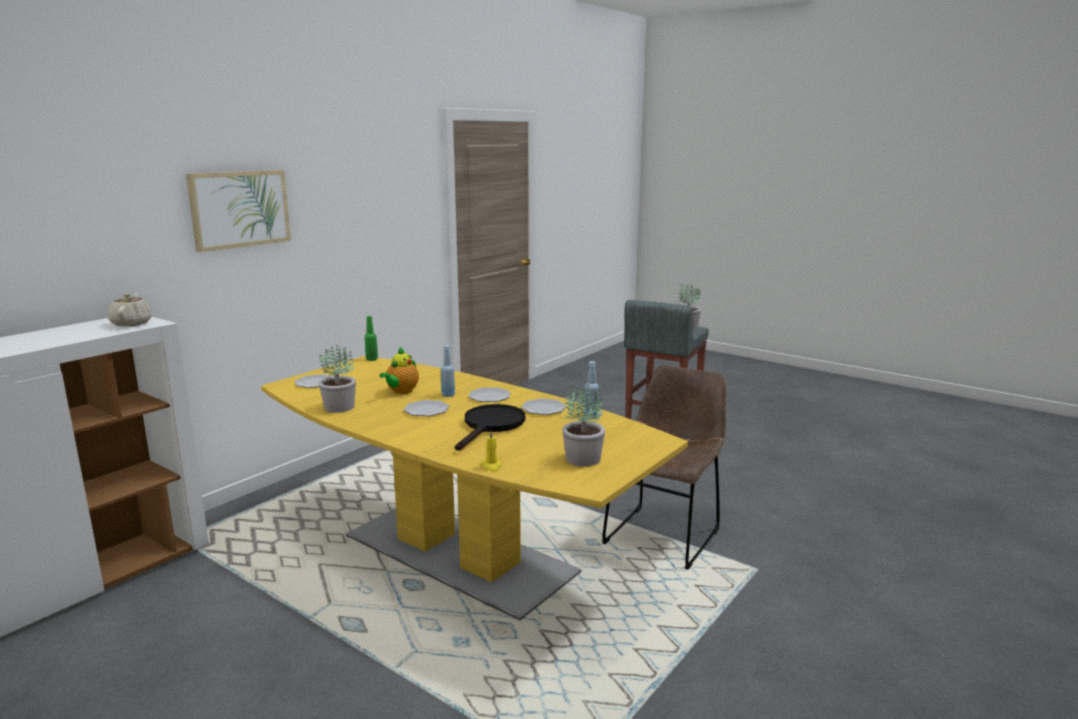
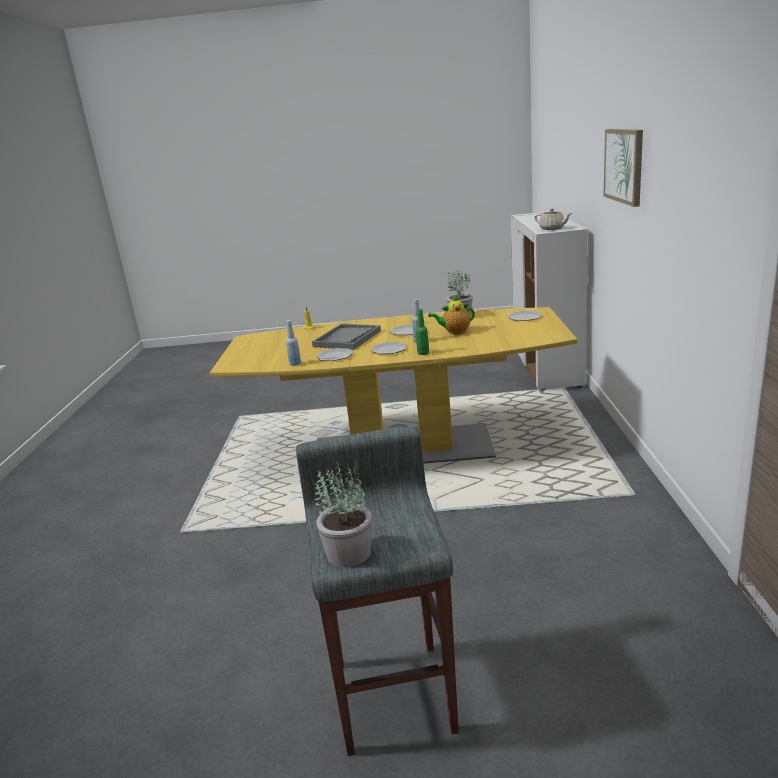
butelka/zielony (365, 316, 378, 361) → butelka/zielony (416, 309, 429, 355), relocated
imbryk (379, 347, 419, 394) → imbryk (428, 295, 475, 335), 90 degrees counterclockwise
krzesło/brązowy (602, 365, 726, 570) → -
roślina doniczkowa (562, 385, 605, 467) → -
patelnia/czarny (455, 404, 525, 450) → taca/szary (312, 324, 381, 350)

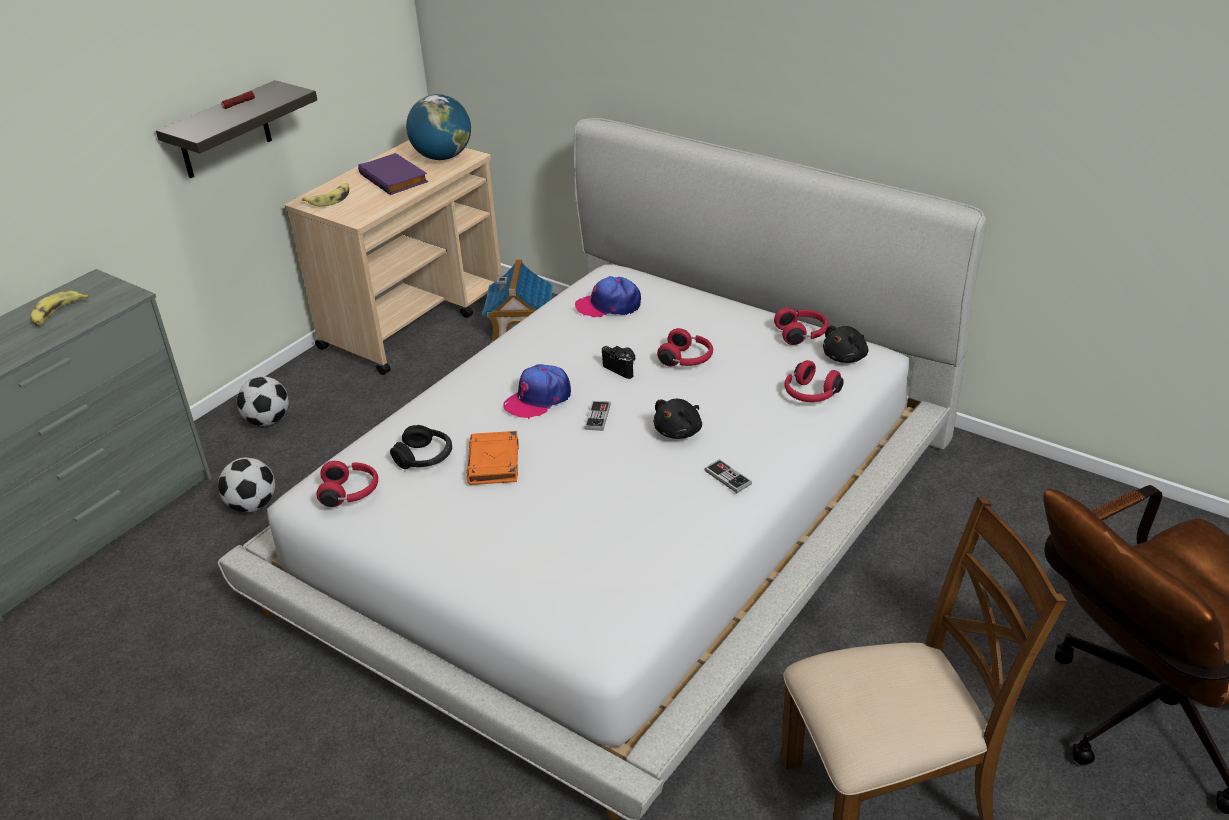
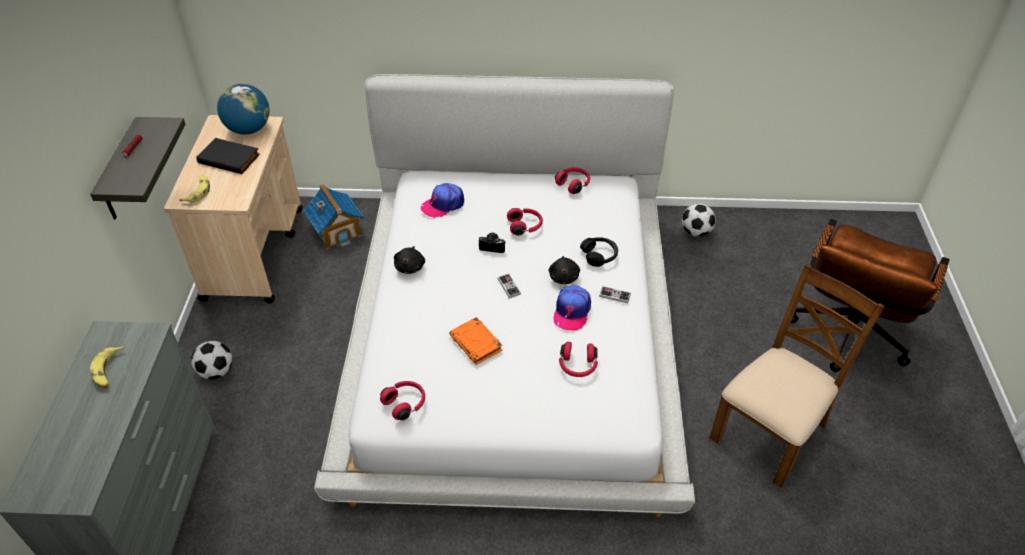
książka/fioletowy (358, 153, 428, 195) → książka/czarny (196, 138, 260, 174)
pluszak/czarny (823, 326, 868, 363) → pluszak/czarny (394, 246, 425, 274), relocated
słuchawki/czerwony (784, 360, 844, 402) → słuchawki/czerwony (559, 342, 598, 377), relocated
czapka z daszkiem (503, 364, 571, 419) → czapka z daszkiem (554, 286, 591, 330), relocated
słuchawki/czarny (390, 425, 452, 469) → słuchawki/czarny (580, 237, 618, 267), relocated
piłka futbolowa (218, 458, 275, 512) → piłka futbolowa (682, 203, 716, 237), relocated

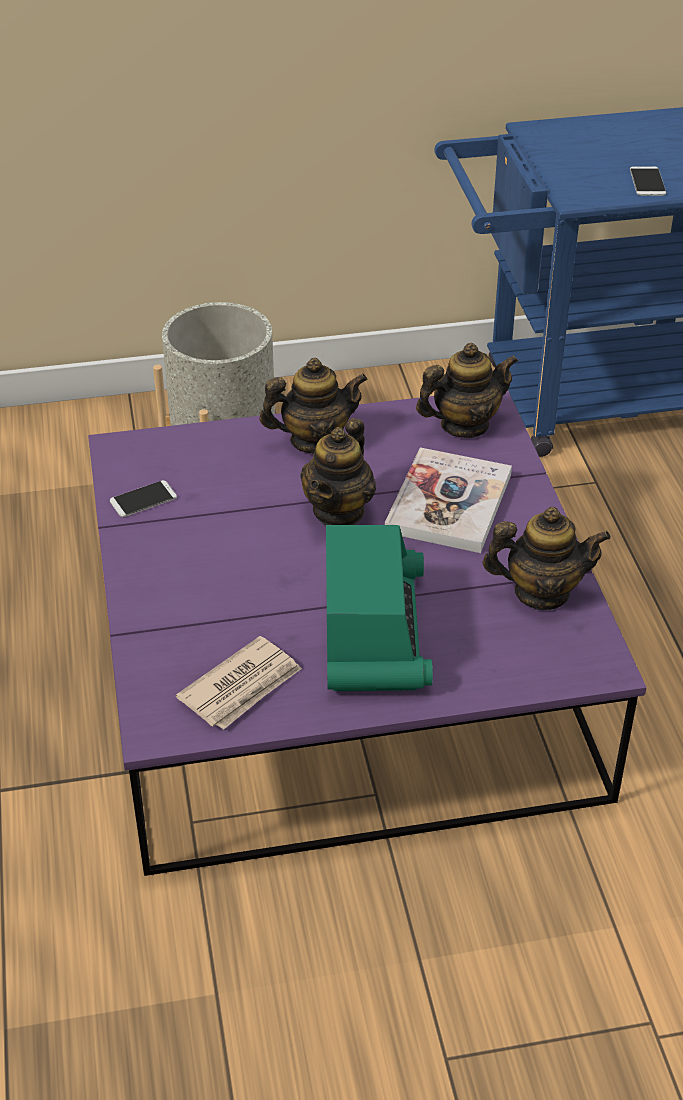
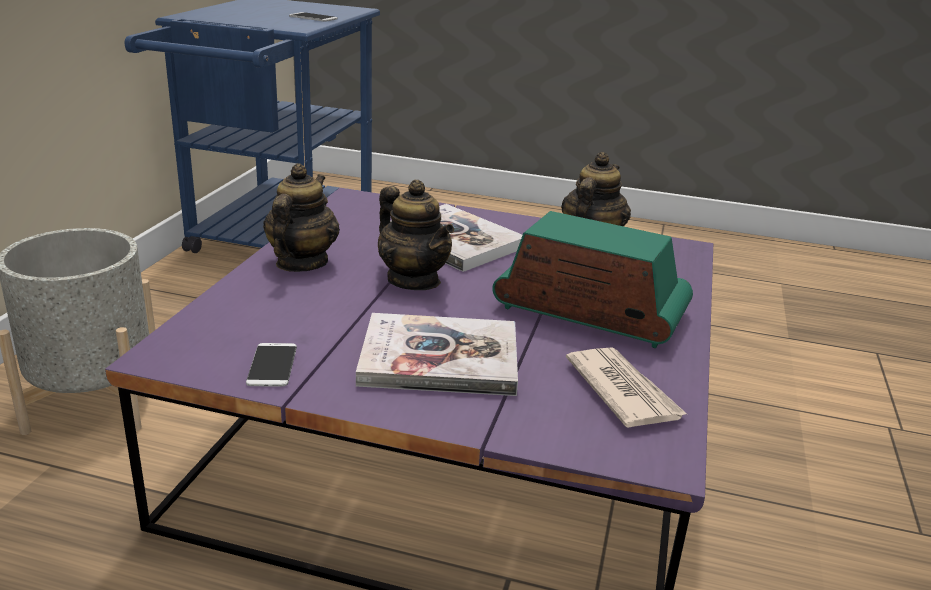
imbryk (416, 343, 518, 438) → -
- → książka (356, 313, 518, 396)

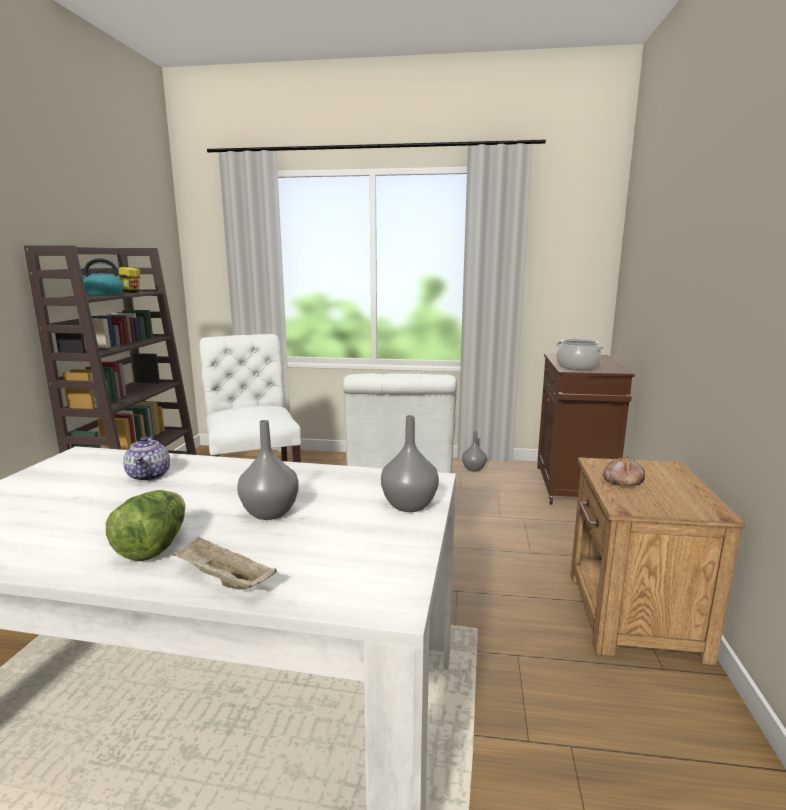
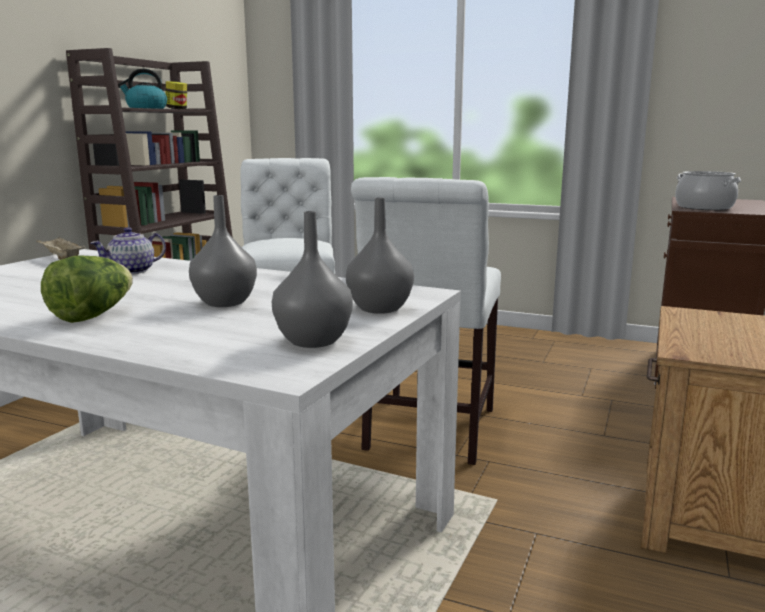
wazon/szary (462, 431, 487, 472) → wazon/szary (272, 211, 353, 348), relocated
imbryk (123, 436, 170, 482) → imbryk (90, 227, 166, 274), 45 degrees clockwise
chleb (603, 456, 645, 486) → -
taca/beżowy (173, 536, 277, 590) → taca/beżowy (37, 237, 85, 260), relocated

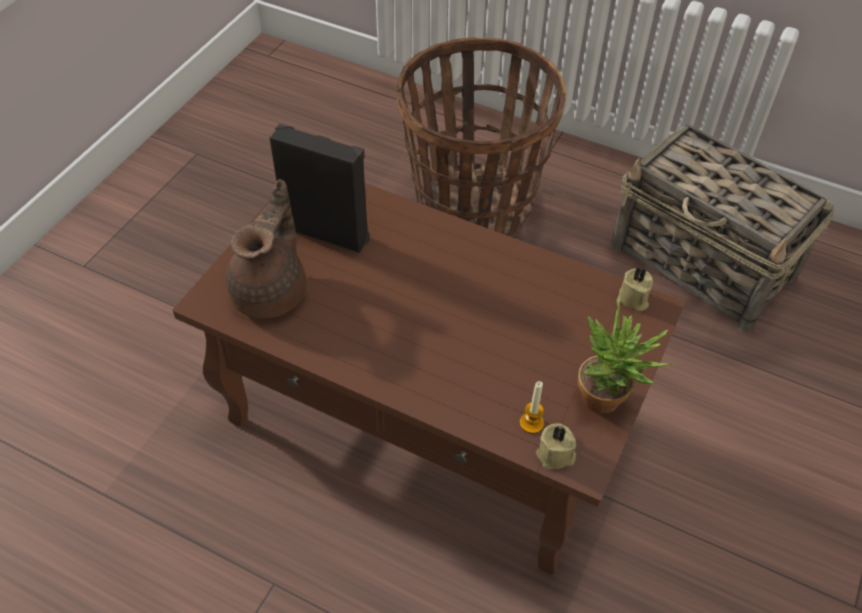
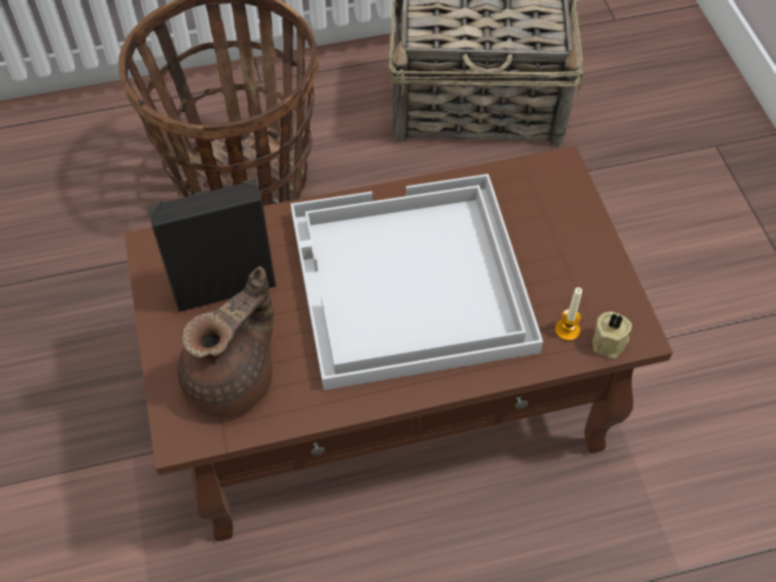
imbryk/brązowy (226, 179, 306, 318) → imbryk/brązowy (178, 266, 274, 417), 60 degrees clockwise
świeca/beżowy (617, 267, 653, 311) → -
roślina doniczkowa (578, 298, 675, 413) → -
- → taca/biały (291, 174, 543, 390)

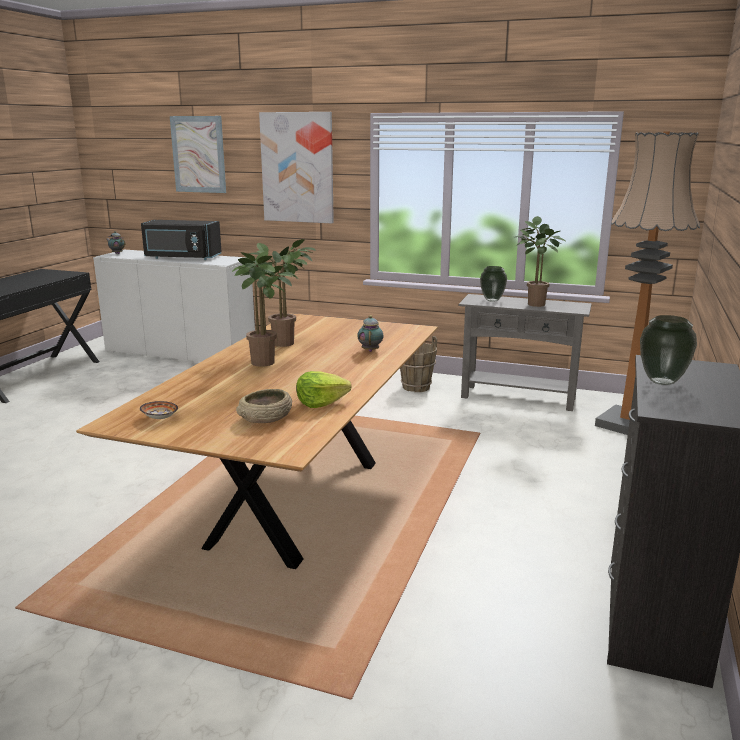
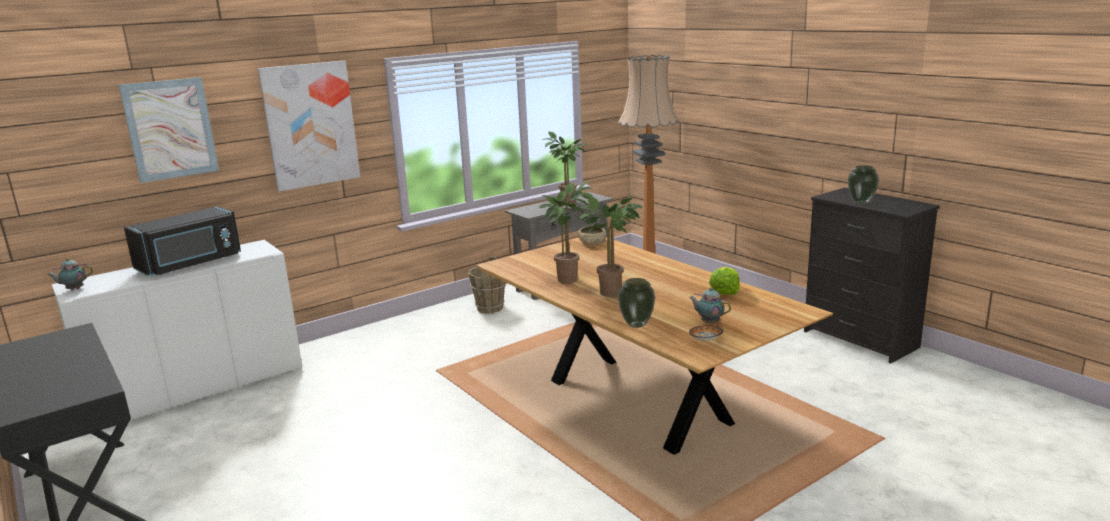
wazon (480, 266, 507, 302) → wazon (618, 278, 655, 328), relocated
imbryk (357, 315, 384, 352) → imbryk (689, 287, 731, 324), relocated
miska/beżowy (236, 389, 292, 423) → miska/beżowy (578, 225, 607, 246), relocated

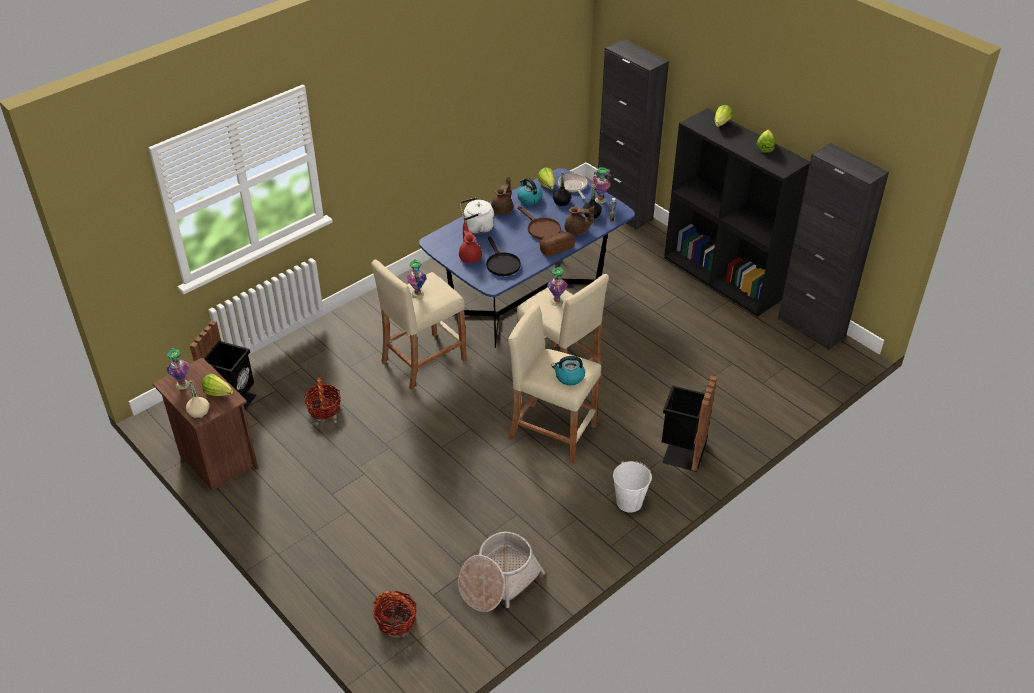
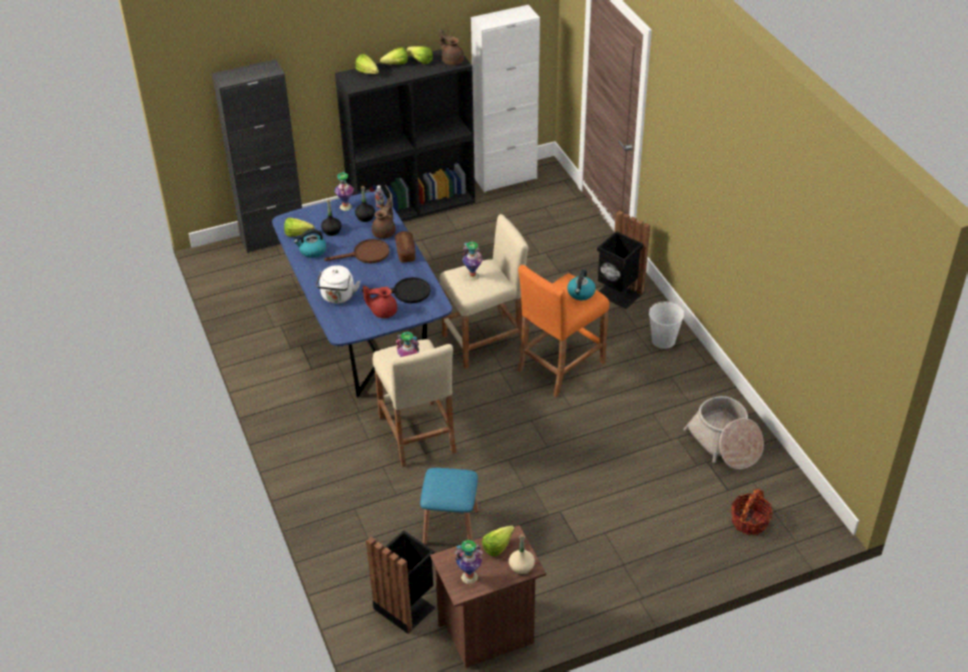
szafka/czarny (778, 143, 889, 350) → szafka/biały (471, 5, 540, 192)
patelnia (558, 173, 588, 199) → -
imbryk/brązowy (491, 177, 513, 215) → imbryk/brązowy (439, 29, 464, 65), relocated
stołek/beżowy (508, 304, 601, 464) → stołek/pomarańczowy (517, 265, 609, 397)
koszyk (304, 377, 341, 420) → stołek/niebieski (420, 468, 479, 545)
- → sałata (380, 47, 408, 65)

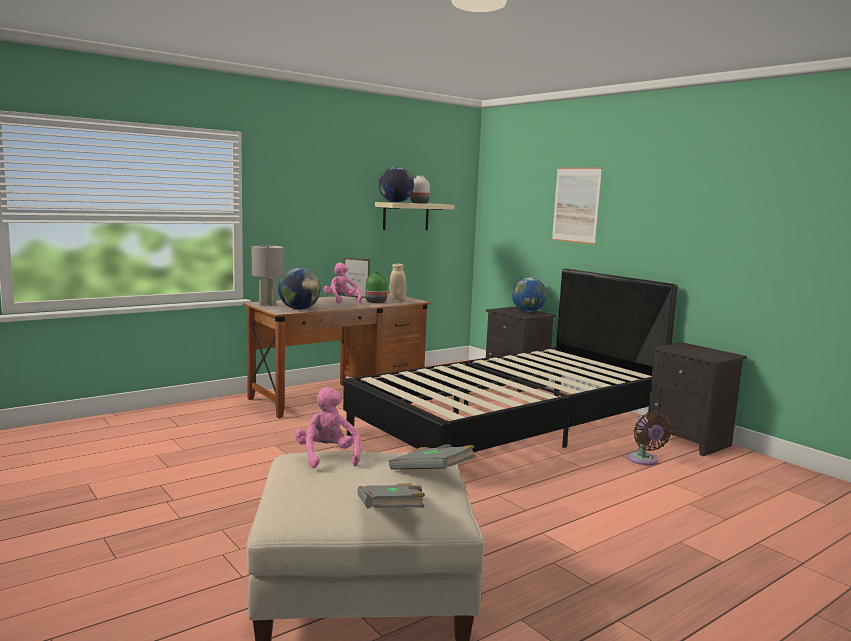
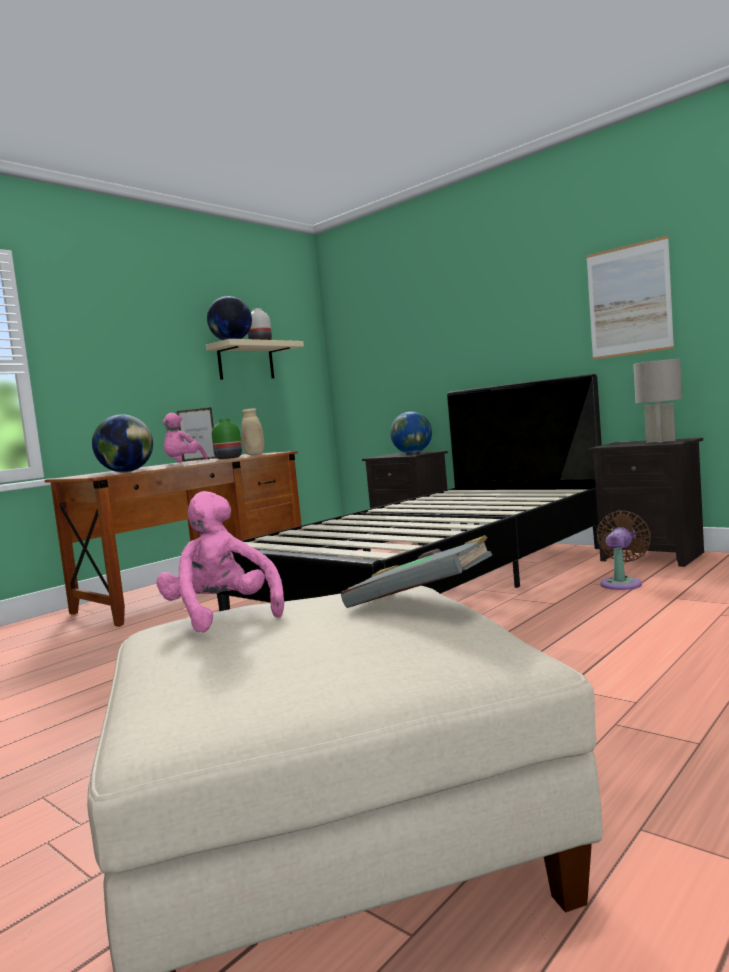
obraz (552, 167, 602, 245) → obraz (586, 236, 674, 360), relocated
lampa stołowa/szary (252, 245, 284, 306) → lampa stołowa/szary (633, 359, 682, 443), relocated
pluszak/różowy (323, 262, 362, 303) → pluszak/różowy (162, 413, 208, 463), 120 degrees counterclockwise
wentylator/brązowy (627, 411, 672, 465) → wentylator/brązowy (597, 510, 651, 590), 120 degrees counterclockwise
książka/szary (357, 483, 425, 508) → -

